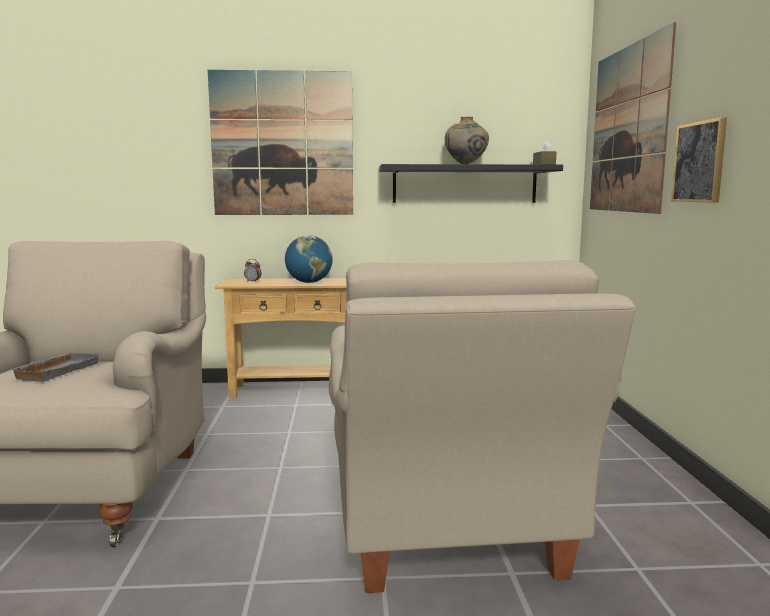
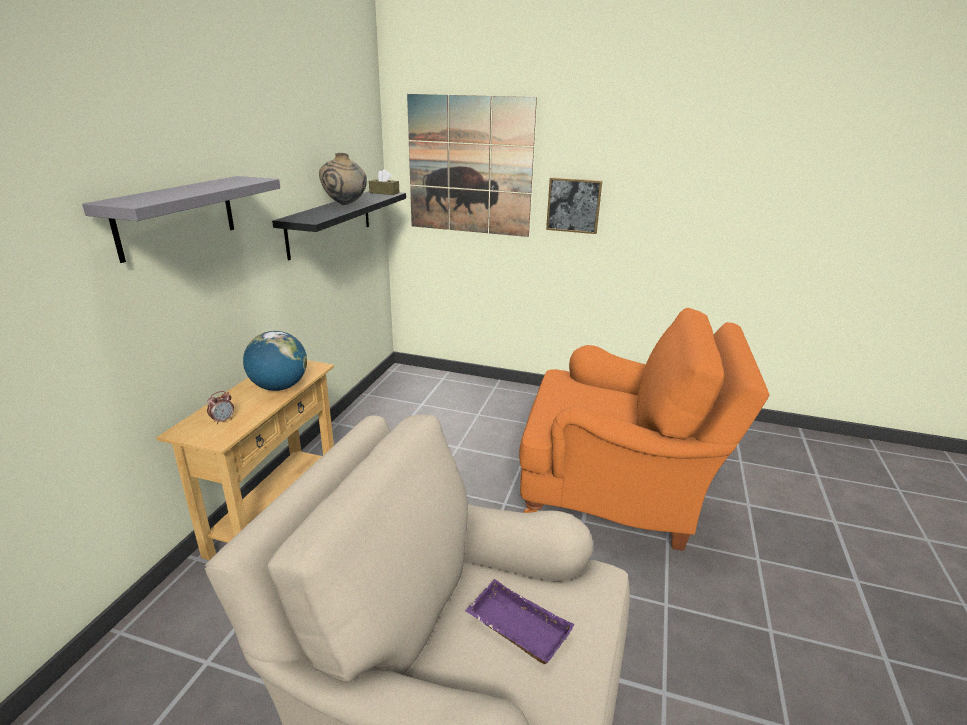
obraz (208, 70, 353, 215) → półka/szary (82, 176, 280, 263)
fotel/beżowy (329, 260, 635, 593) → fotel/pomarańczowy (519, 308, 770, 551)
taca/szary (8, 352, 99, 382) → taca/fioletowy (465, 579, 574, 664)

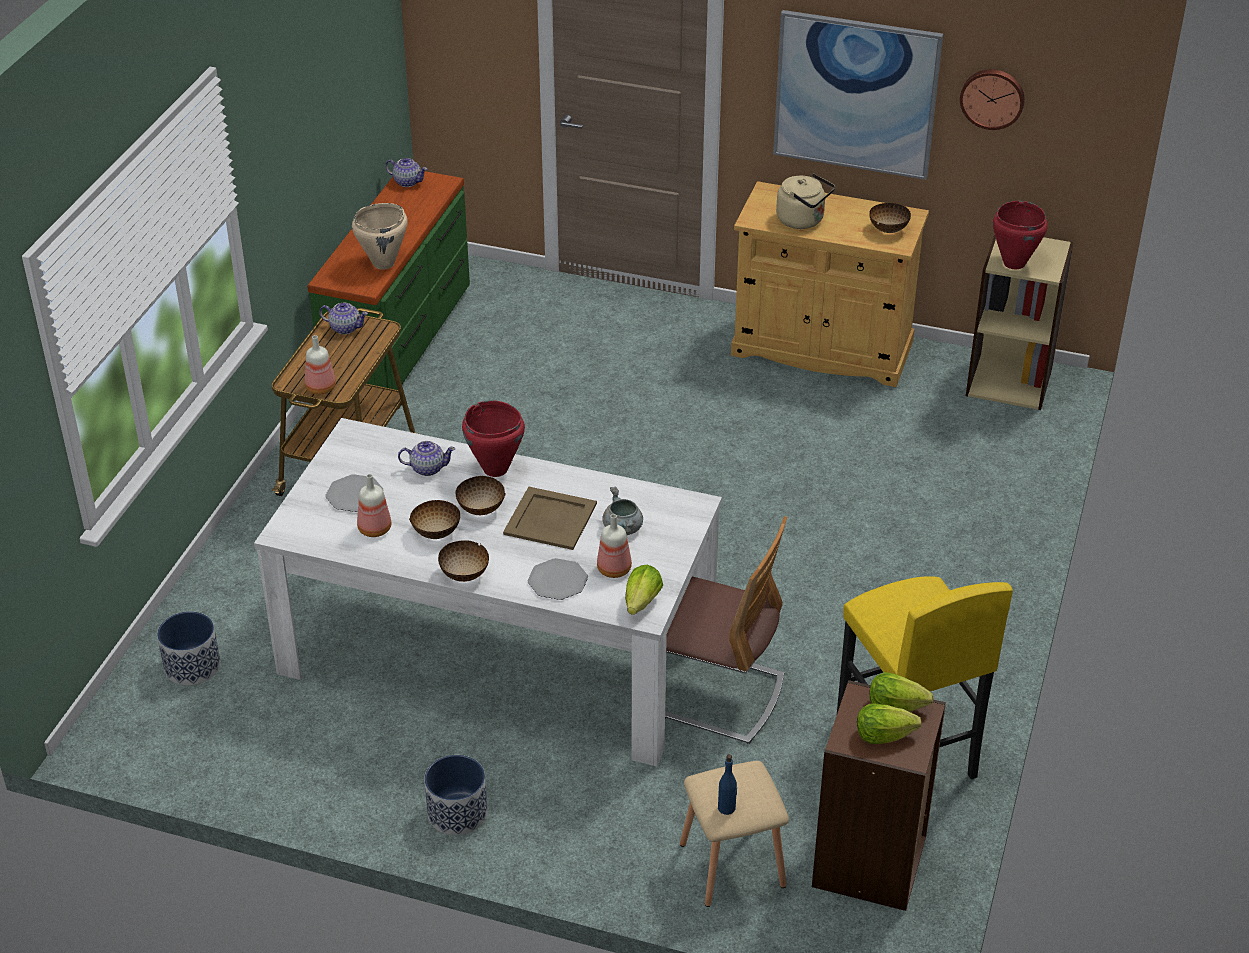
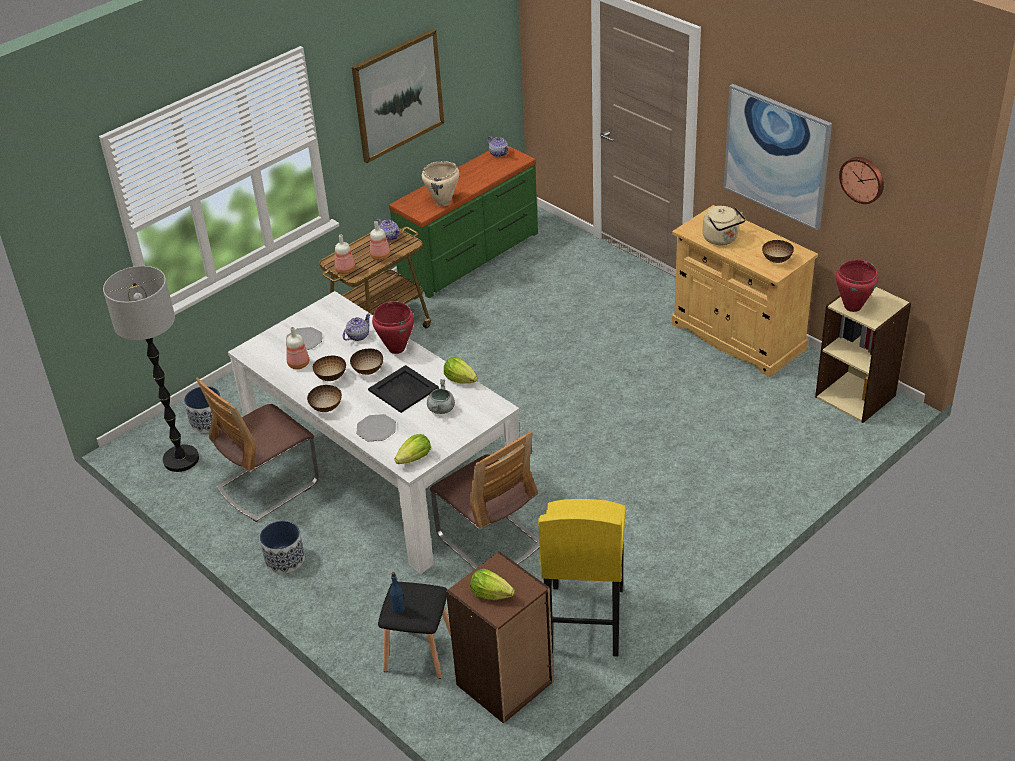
imbryk (398, 441, 455, 476) → imbryk (343, 313, 371, 341), 75 degrees counterclockwise
taca/beżowy (503, 487, 597, 550) → taca/czarny (368, 365, 439, 413)
butelka (597, 514, 632, 578) → butelka (370, 221, 390, 260), relocated
sałata (869, 672, 934, 712) → sałata (444, 357, 478, 384), relocated
stołek/beżowy (680, 761, 789, 907) → stołek/czarny (378, 582, 451, 679)
- → obraz (352, 29, 444, 163)
- → lampa stojąca (103, 266, 199, 472)
- → krzesło (196, 377, 319, 522)

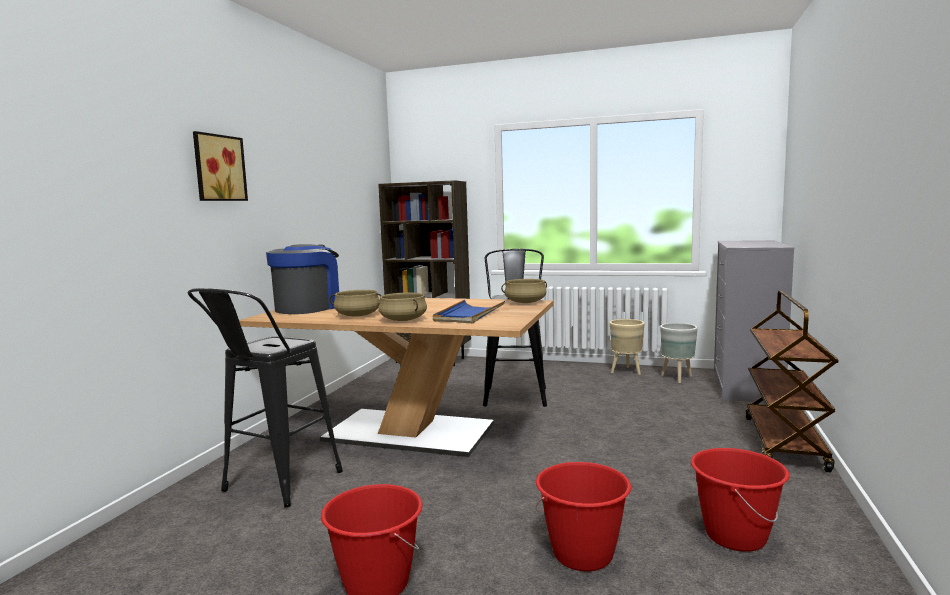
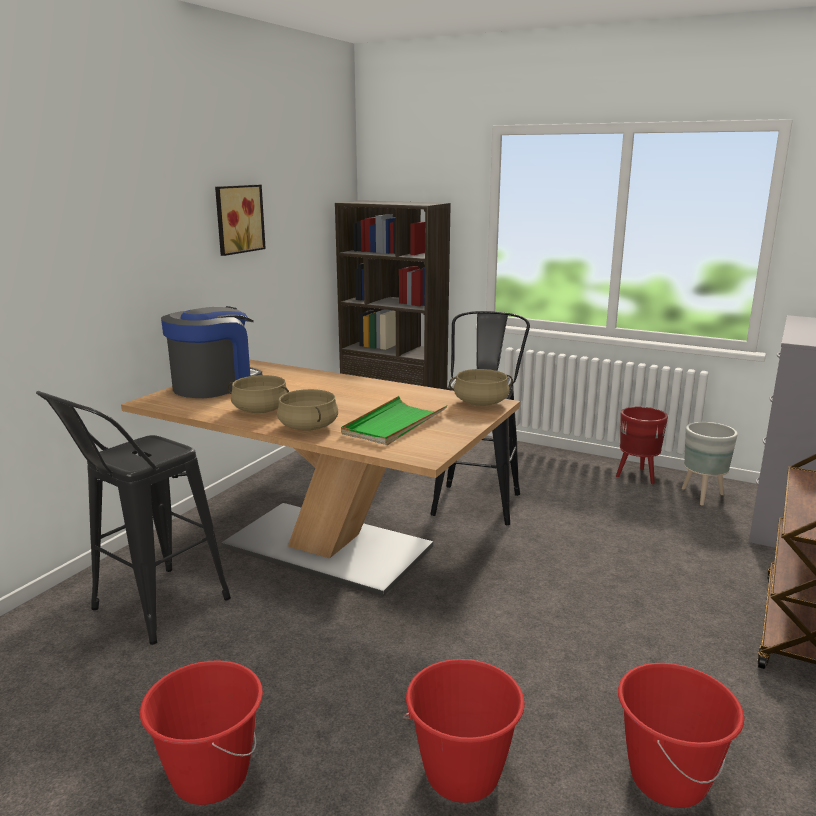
obraz (193, 131, 248, 201) → obraz (215, 185, 266, 256), relocated
taca/niebieski (433, 300, 505, 323) → taca/zielony (341, 396, 447, 445)
donica/beżowy (610, 319, 645, 375) → donica/czerwony (616, 407, 668, 484)

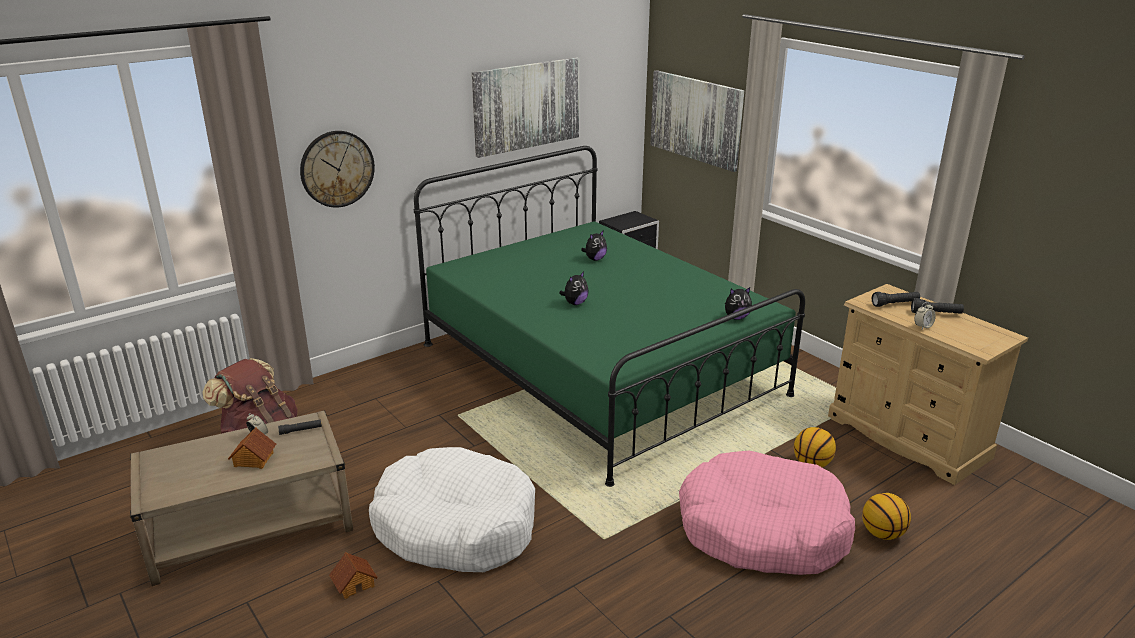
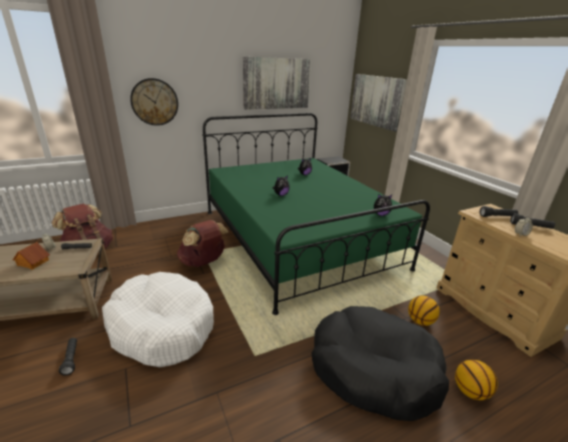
legowisko/różowy (679, 451, 855, 575) → legowisko/czarny (312, 306, 449, 421)
domek (329, 552, 378, 599) → latarka/czarny (59, 338, 77, 375)
- → plecak/brązowy (177, 220, 229, 267)

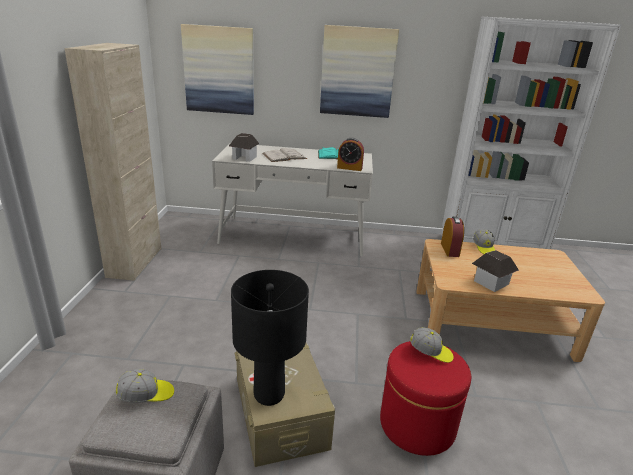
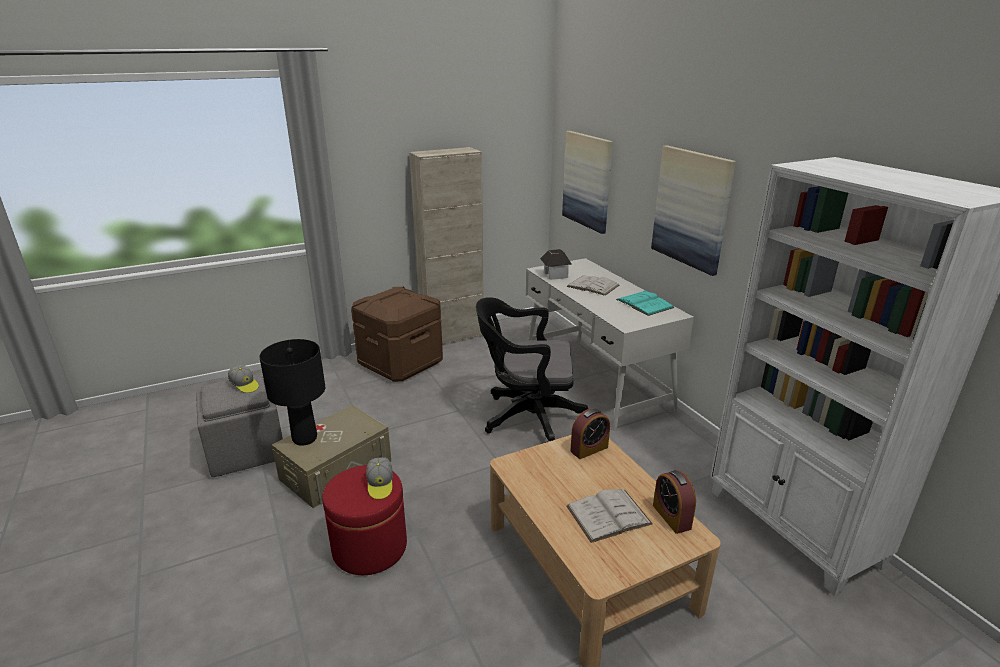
budzik (337, 138, 364, 171) → budzik (653, 470, 696, 534), relocated
czapka z daszkiem (473, 229, 495, 254) → -
domek (472, 250, 519, 292) → -
- → pojemnik do przechowywania/brązowy (351, 287, 443, 382)
- → krzesło biurowe/czarny (476, 297, 588, 443)
- → książka/biały (566, 489, 653, 543)

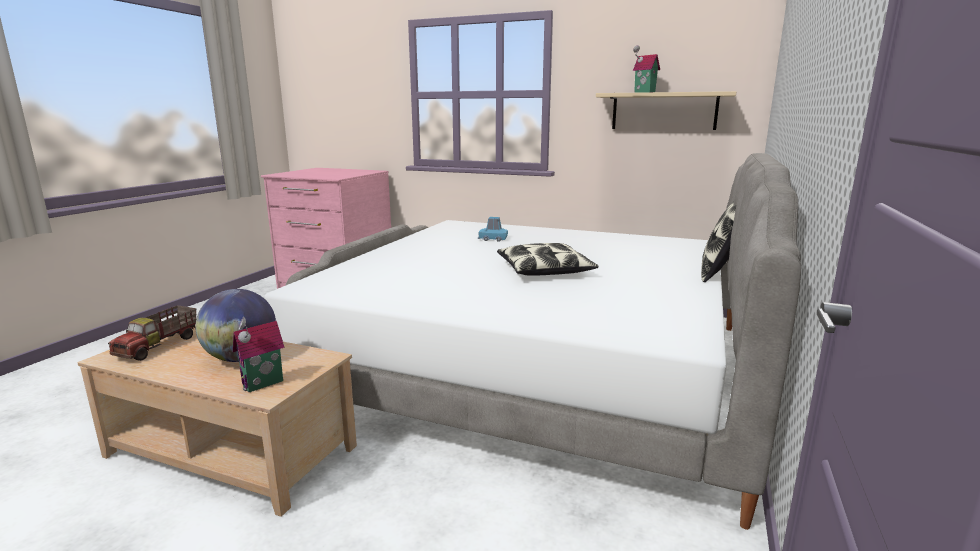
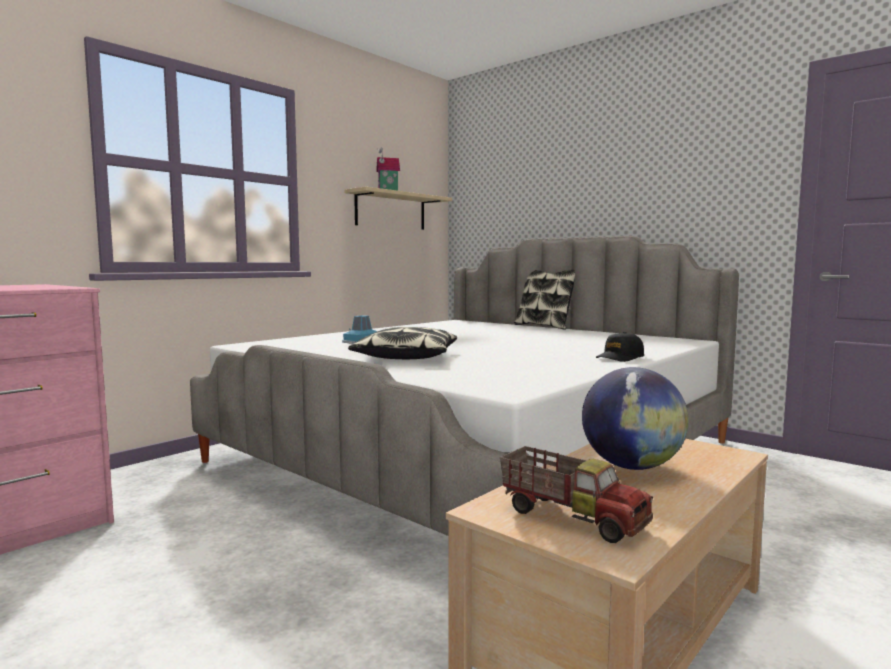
poduszka (497, 243, 599, 276) → poduszka (348, 327, 457, 359), relocated
domek (233, 317, 285, 392) → -
- → czapka z daszkiem/czarny (596, 332, 644, 362)

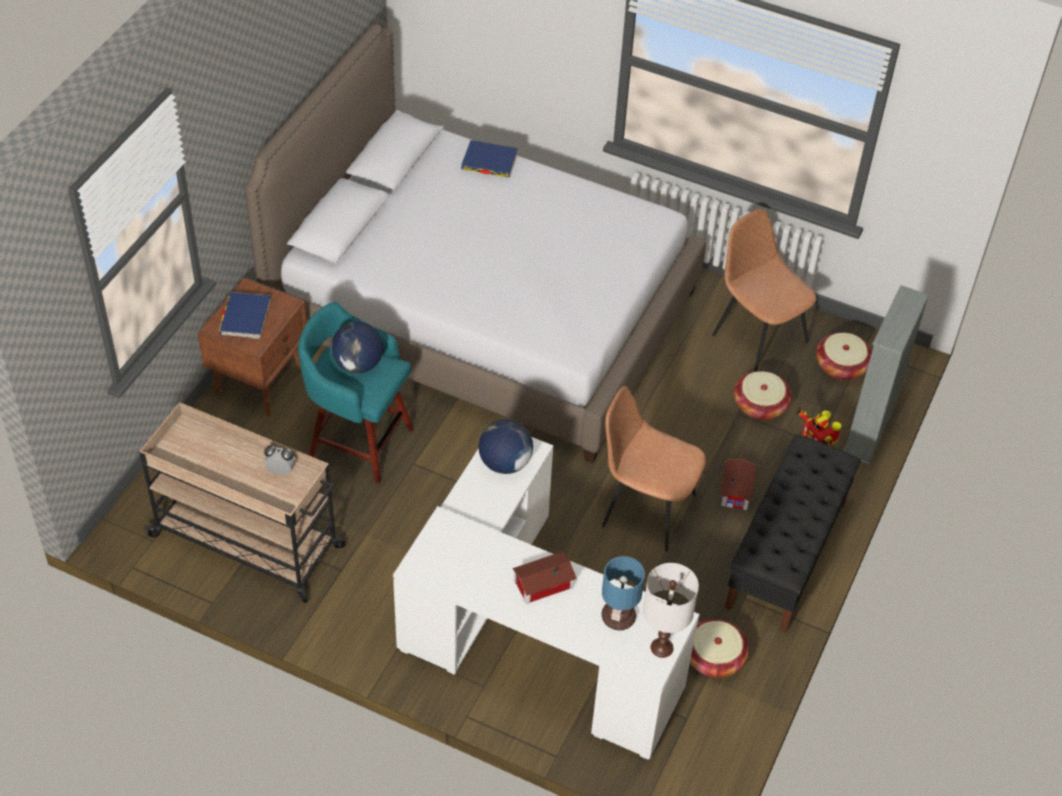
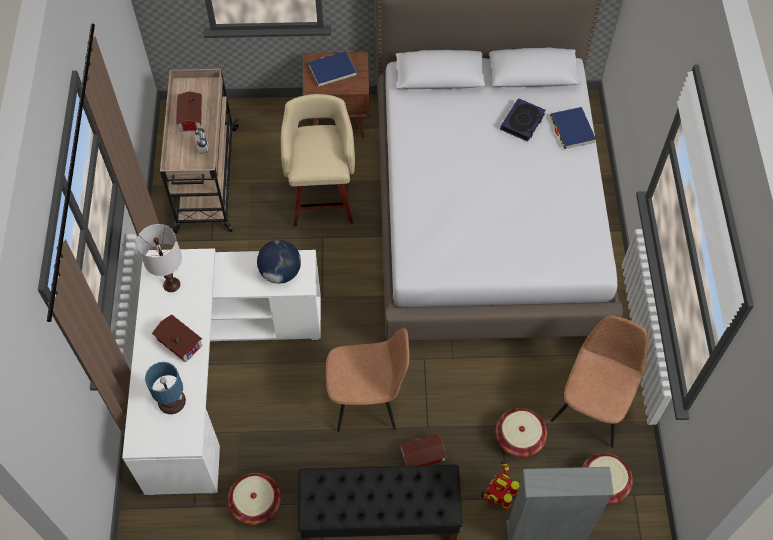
stołek/turkusowy (298, 302, 414, 484) → stołek/beżowy (281, 94, 355, 227)
globus (331, 321, 383, 374) → -
krzesło/brązowy (602, 386, 706, 552) → krzesło/brązowy (326, 328, 409, 432), 90 degrees clockwise
lampa stołowa/biały (643, 563, 699, 658) → lampa stołowa/biały (136, 224, 182, 292), relocated
- → domek (176, 91, 202, 132)
- → książka (500, 98, 546, 142)

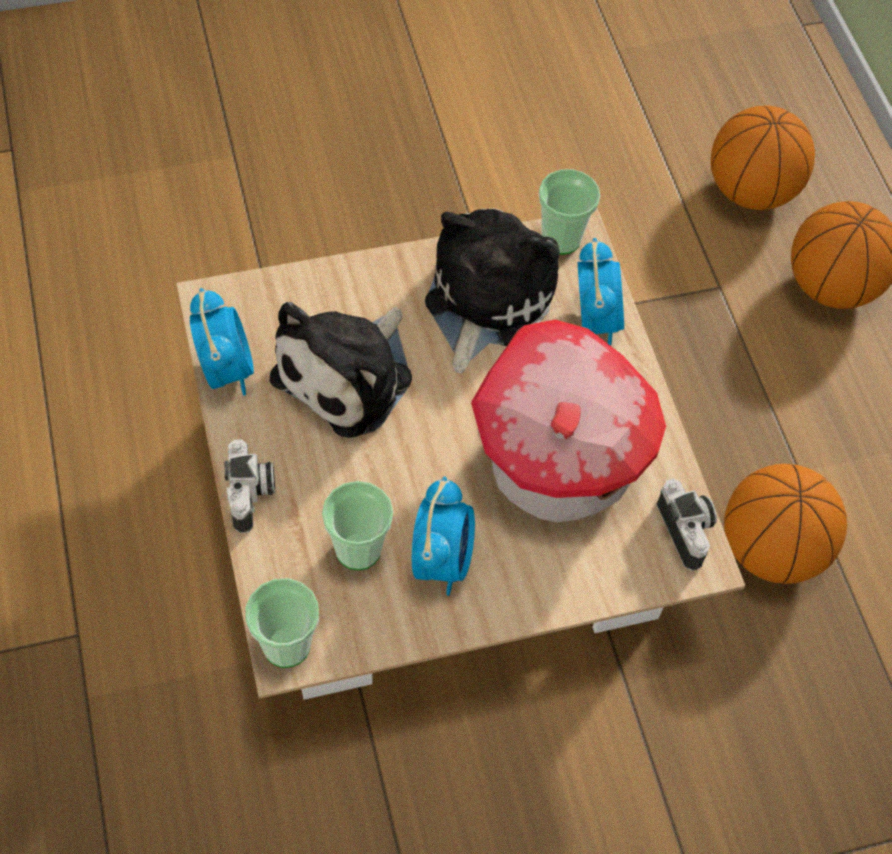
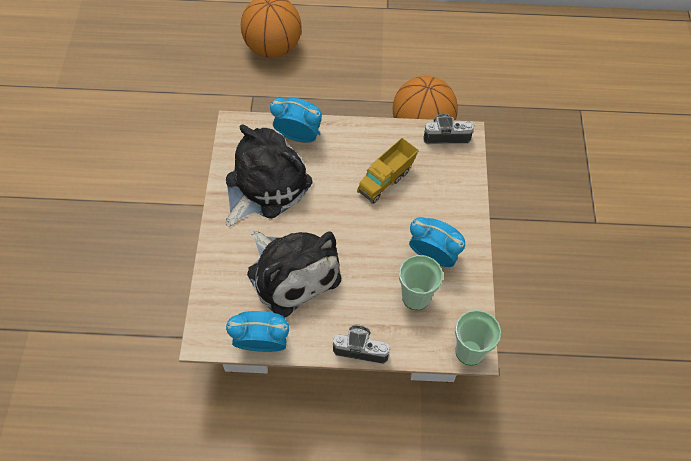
piłka do koszykówki (711, 106, 815, 210) → -
filiżanka (539, 169, 600, 255) → -
pluszak (425, 208, 560, 373) → pluszak (226, 124, 313, 227), 90 degrees clockwise
domek (471, 319, 666, 522) → ciężarówka zabawkowa (357, 138, 419, 204)

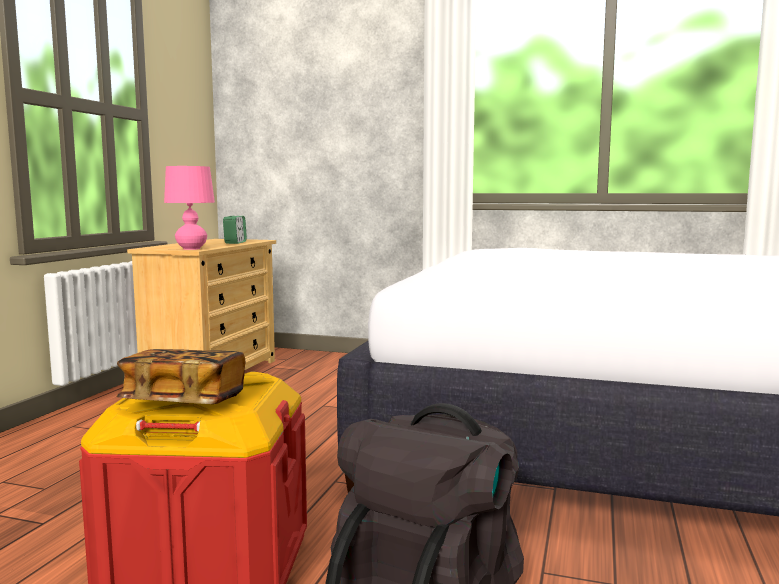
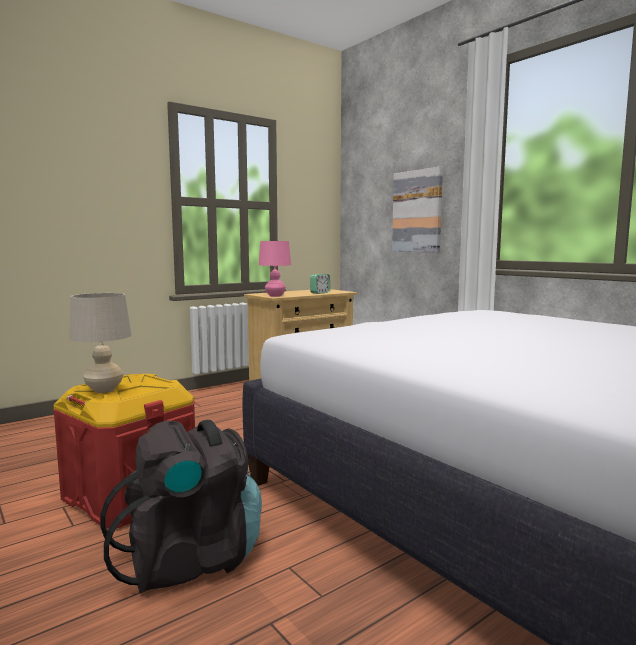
książka (117, 349, 245, 404) → lampa stołowa/beżowy (69, 293, 132, 393)
- → obraz (392, 167, 443, 252)

